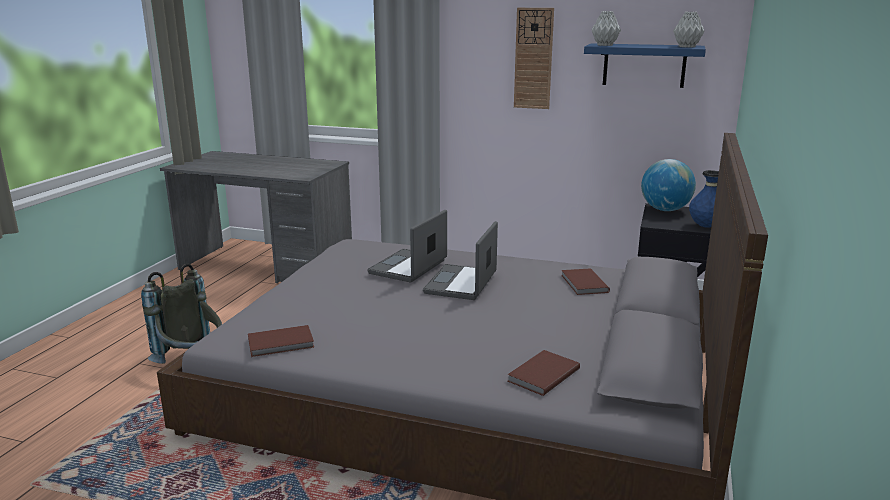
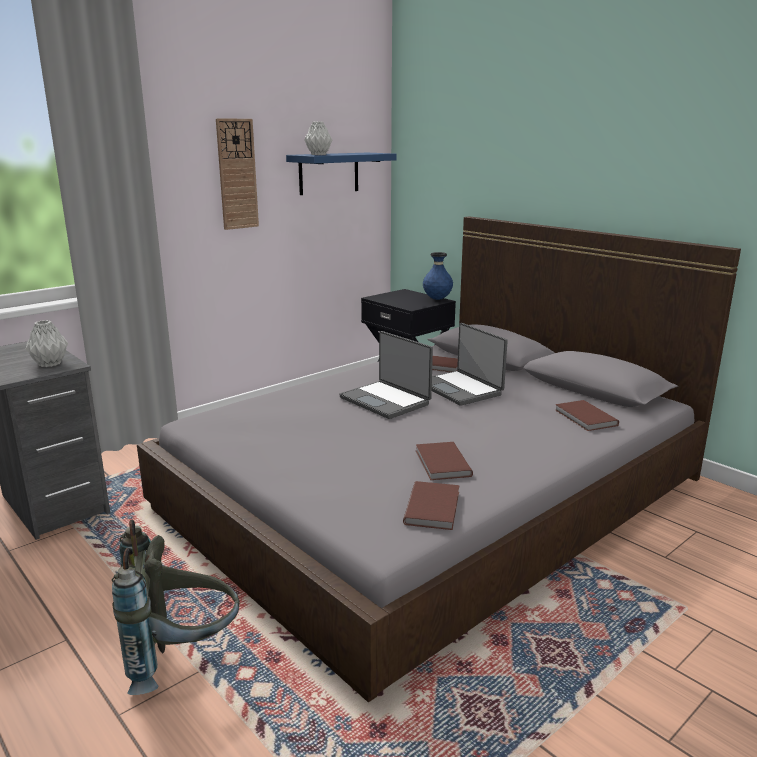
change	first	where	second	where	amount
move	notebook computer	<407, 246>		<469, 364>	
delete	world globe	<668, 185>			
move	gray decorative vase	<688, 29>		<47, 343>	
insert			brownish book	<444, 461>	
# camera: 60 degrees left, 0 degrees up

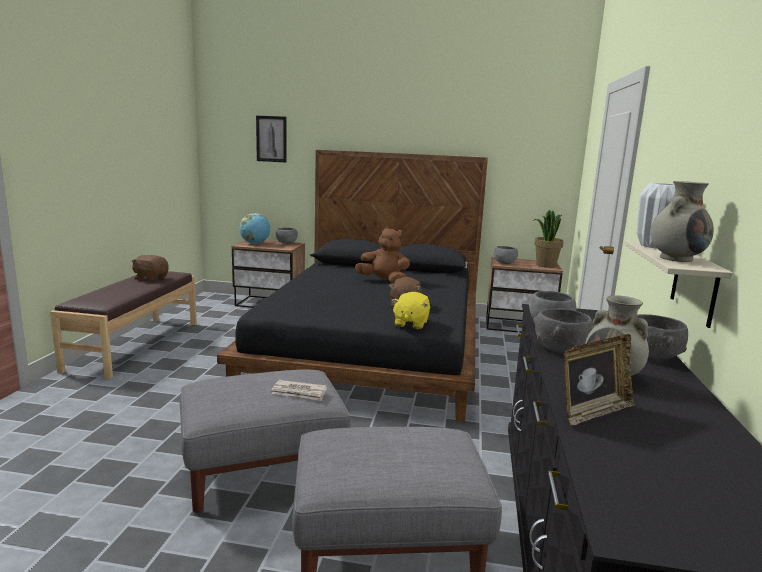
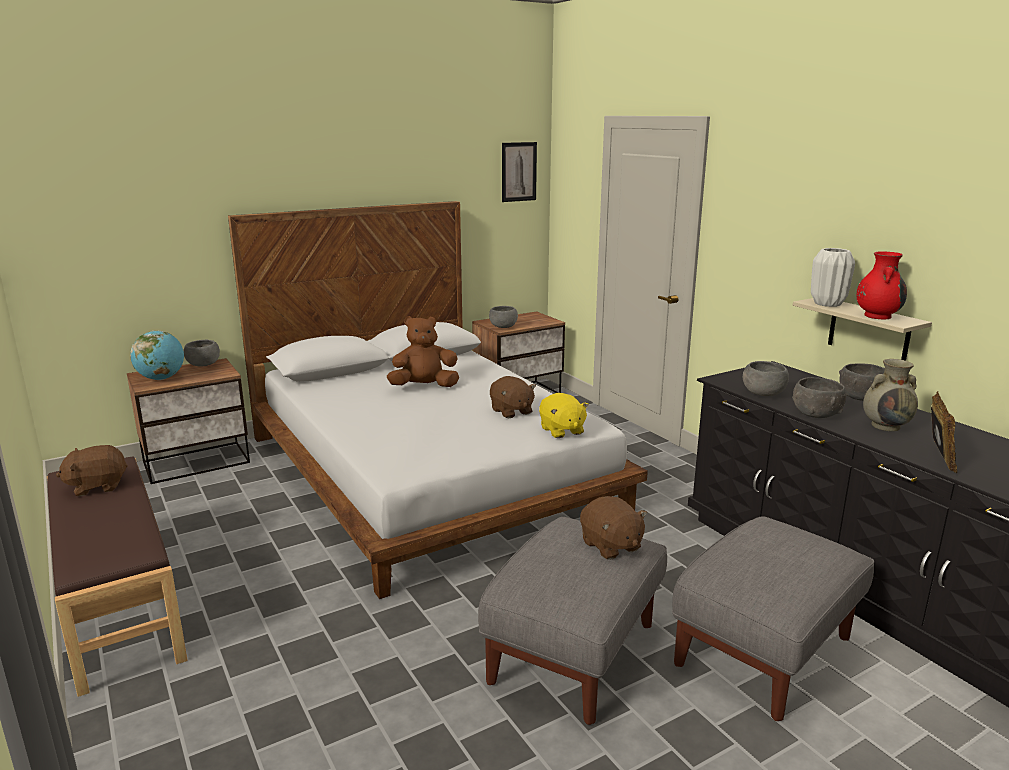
change	first	where	second	where	amount
recolor	blackish sleeping bed	<352, 286>	white sleeping bed	<438, 400>	
move	wall art	<271, 139>		<519, 172>	
replace	printed paper	<299, 390>	brownish plush toy	<613, 528>	
delete	houseplant	<549, 239>			
recolor	sand-coloured decorative vase	<682, 221>	red-coloured decorative vase	<881, 285>	
# camera: 40 degrees left, 5 degrees up

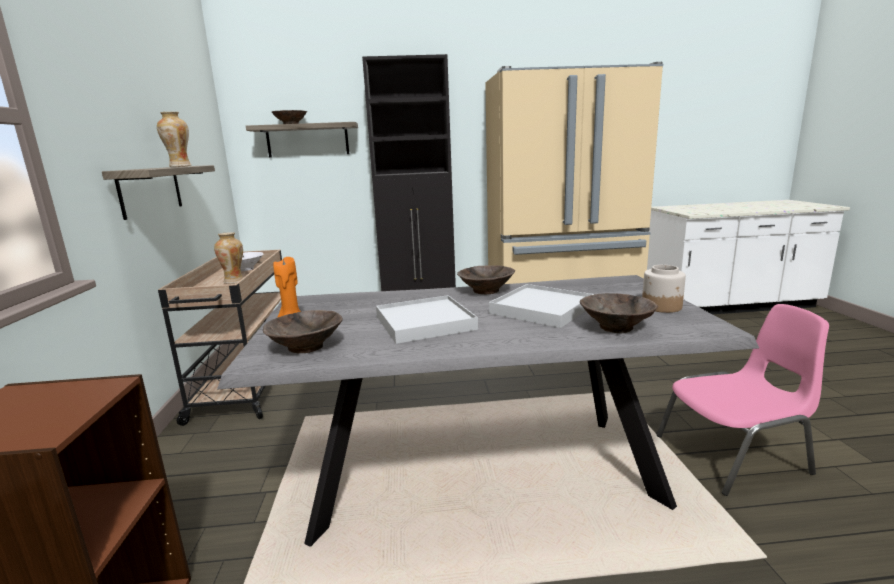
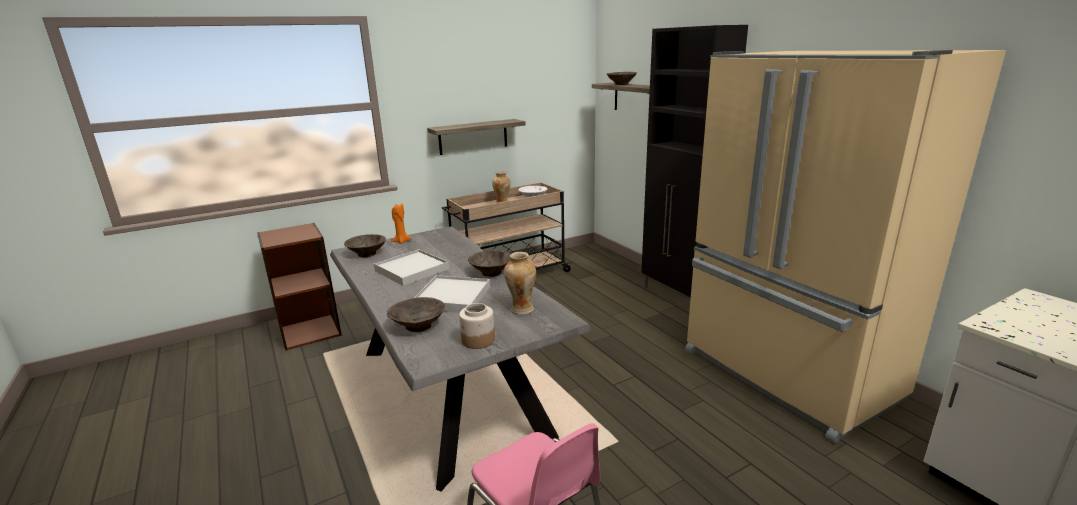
change	first	where	second	where	amount
move	decorative vase	<174, 139>		<520, 283>	
# camera: 65 degrees right, 5 degrees up

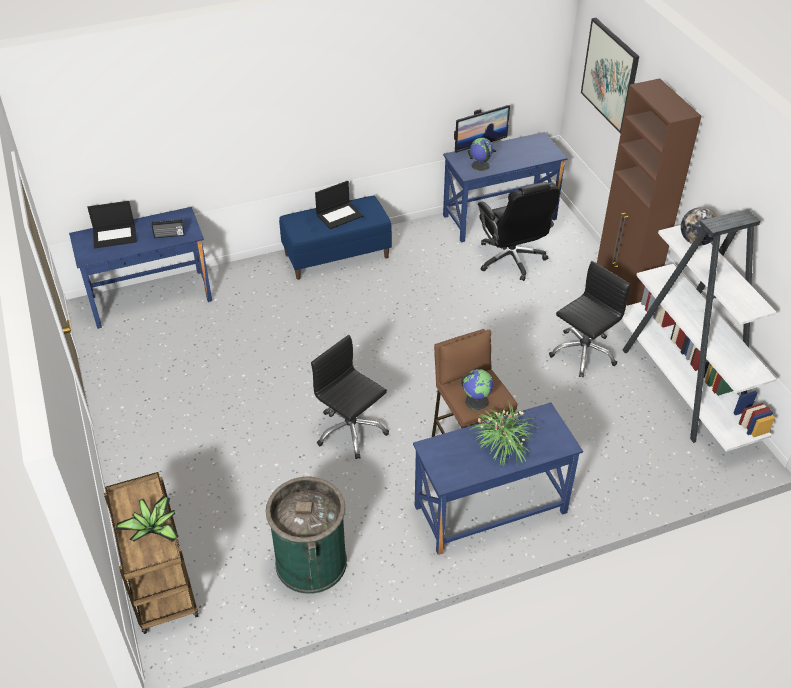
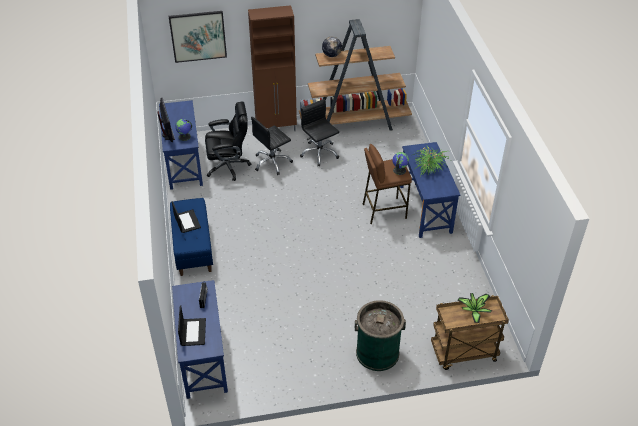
change	first	where	second	where	amount
move	greenish waste bin	<306, 535>		<380, 335>	
move	blackish office chair	<350, 397>		<272, 146>	
recolor	white bookcase	<698, 330>	brownish bookcase	<355, 74>	
# camera: 80 degrees left, 0 degrees up

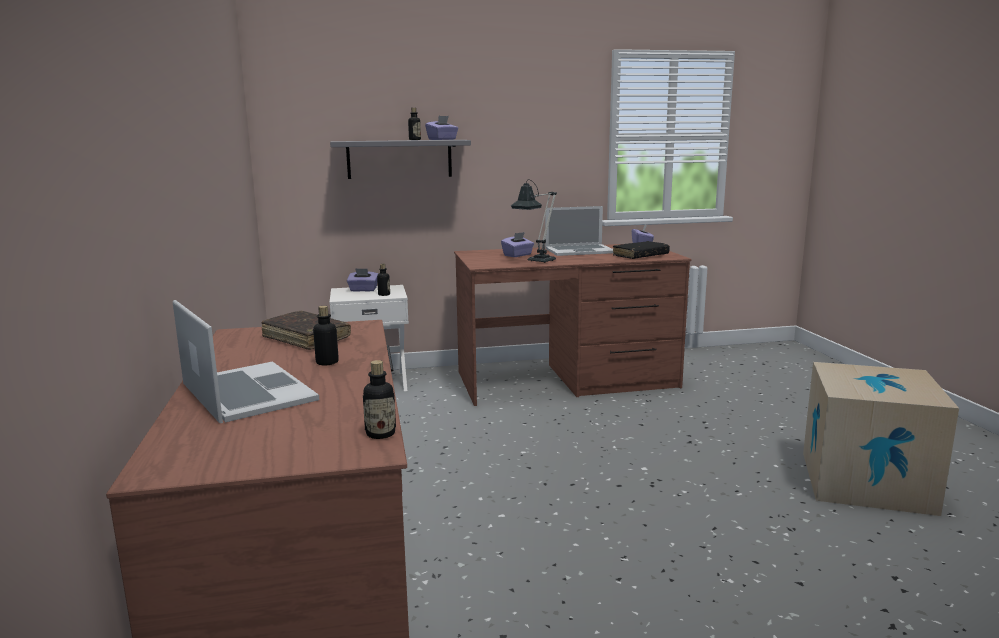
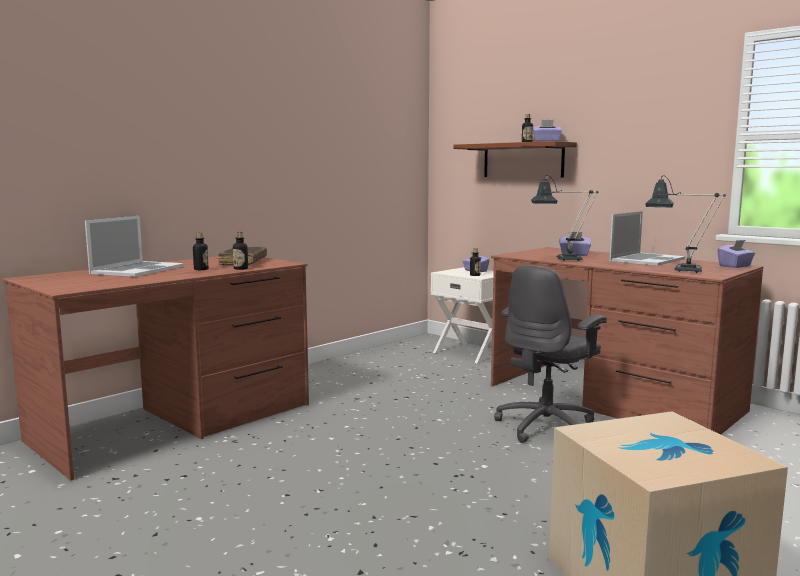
change	first	where	second	where	amount
recolor	gray wall shelf	<400, 159>	brownish wall shelf	<515, 159>	
move	beverage bottle	<379, 399>		<240, 251>	
rotate	notebook computer	<579, 231>		<647, 238>	90 degrees counterclockwise
replace	blackish book	<641, 250>	tabletop lamp	<685, 224>	
insert			gray office chair	<550, 354>	
# camera: 55 degrees right, 5 degrees down

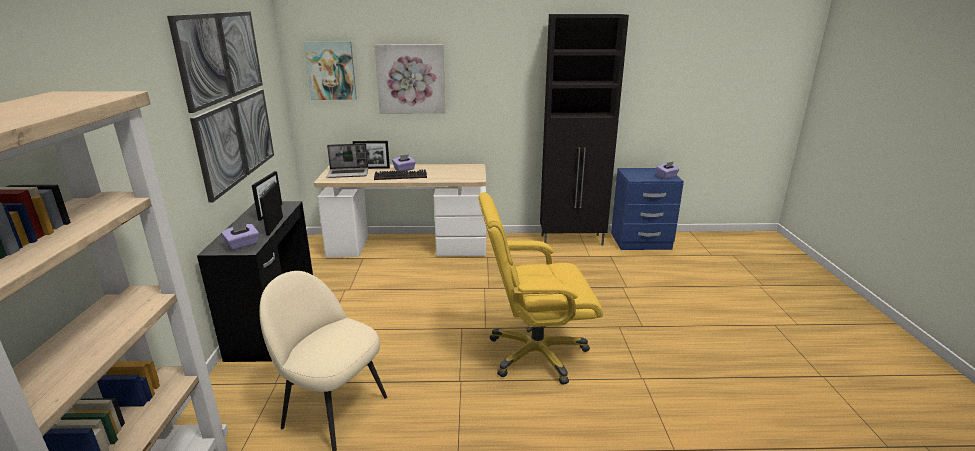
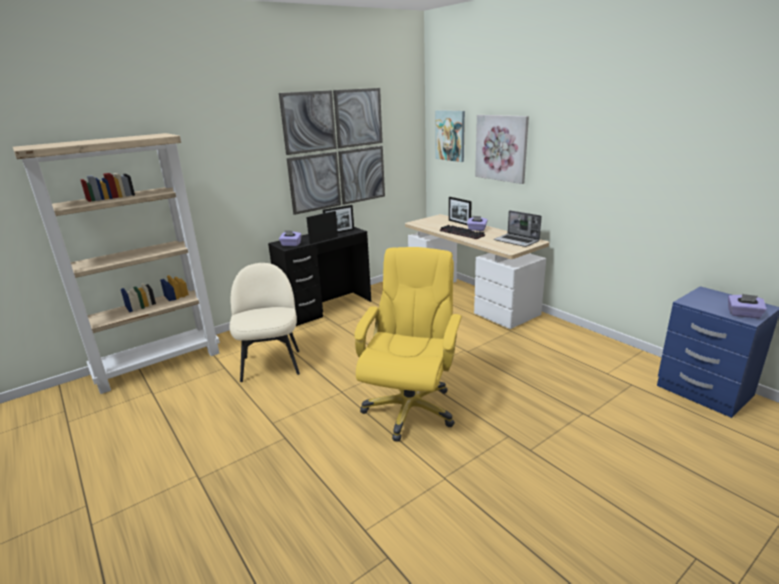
change	first	where	second	where	amount
move	notebook computer	<347, 160>		<518, 228>	
rotate	yellow office chair	<541, 288>		<408, 344>	60 degrees clockwise
delete	blackish storage cabinet	<584, 129>			
# camera: 55 degrees right, 0 degrees up

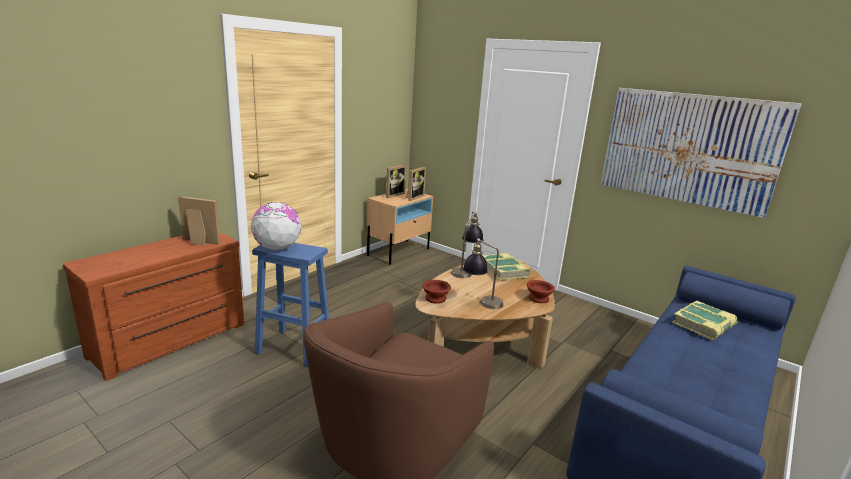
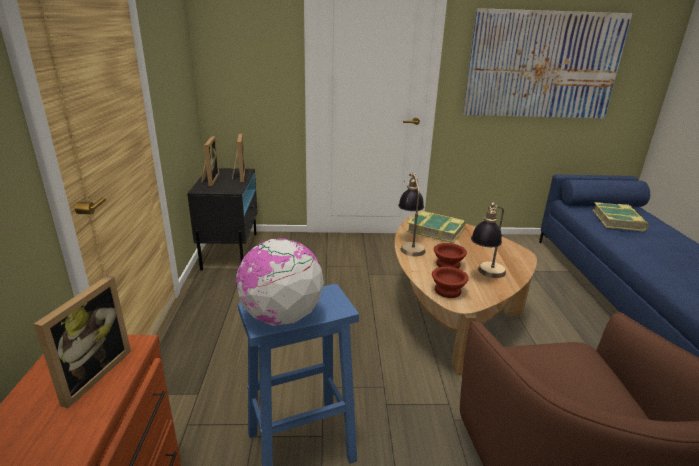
change	first	where	second	where	amount
rotate	picture frame	<199, 221>		<82, 342>	135 degrees clockwise
recolor	sand-coloured bedside table	<400, 227>	blackish bedside table	<222, 219>	
move	brownish serving bowl	<541, 291>		<450, 256>	
# camera: 40 degrees left, 5 degrees up

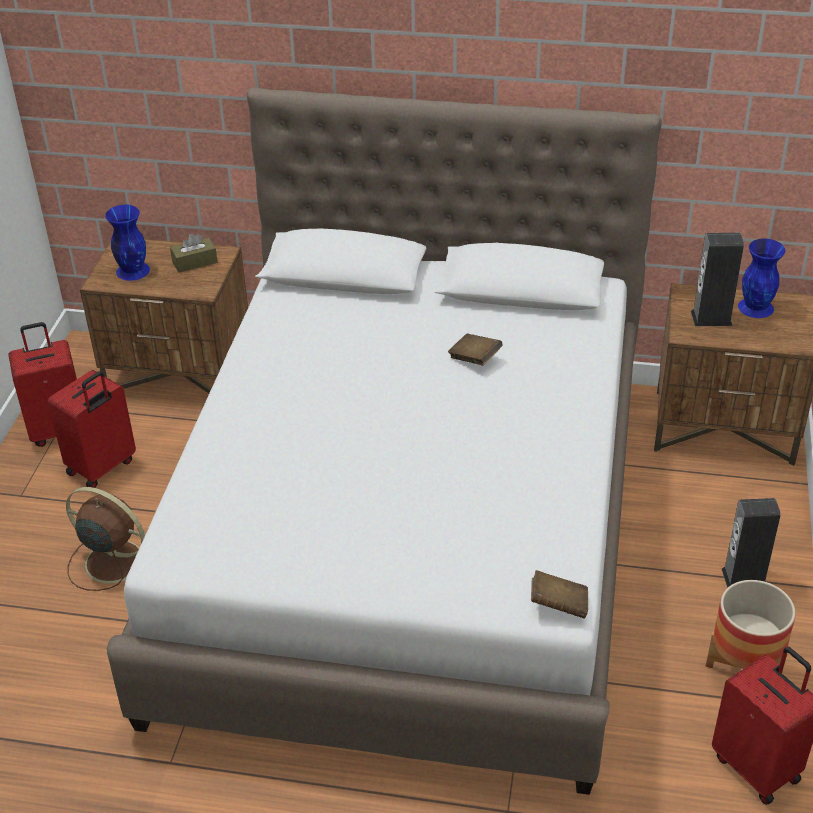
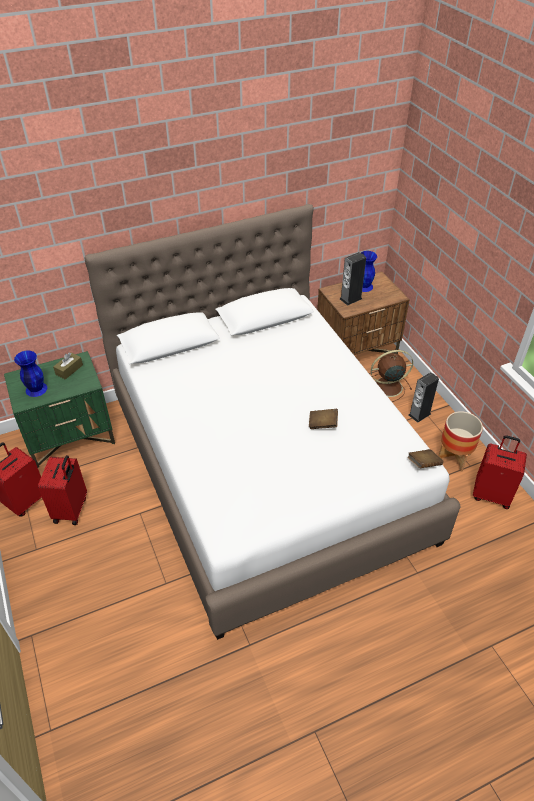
change	first	where	second	where	amount
move	brownish electric fan	<105, 539>		<392, 376>	
recolor	brownish bedside table	<164, 316>	greenish bedside table	<59, 409>	
move	brownish book	<475, 349>		<323, 419>	
# camera: 35 degrees left, 5 degrees up

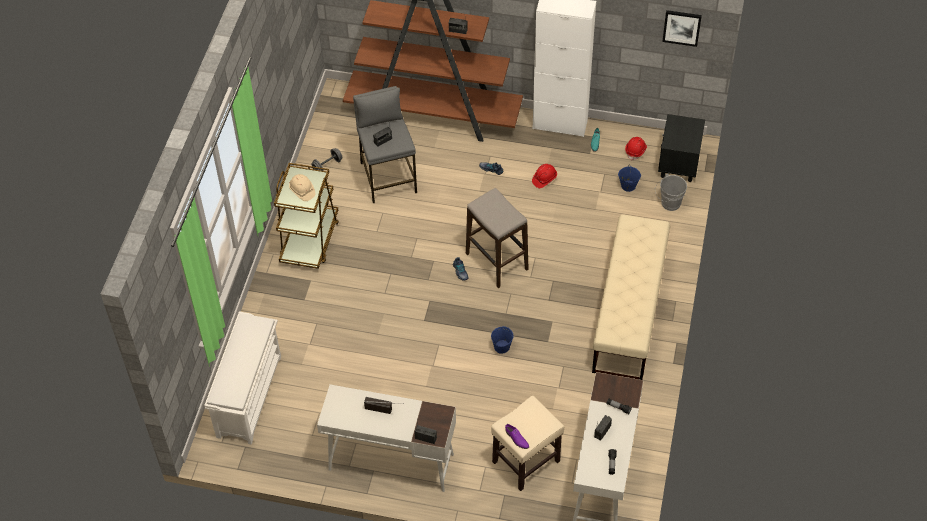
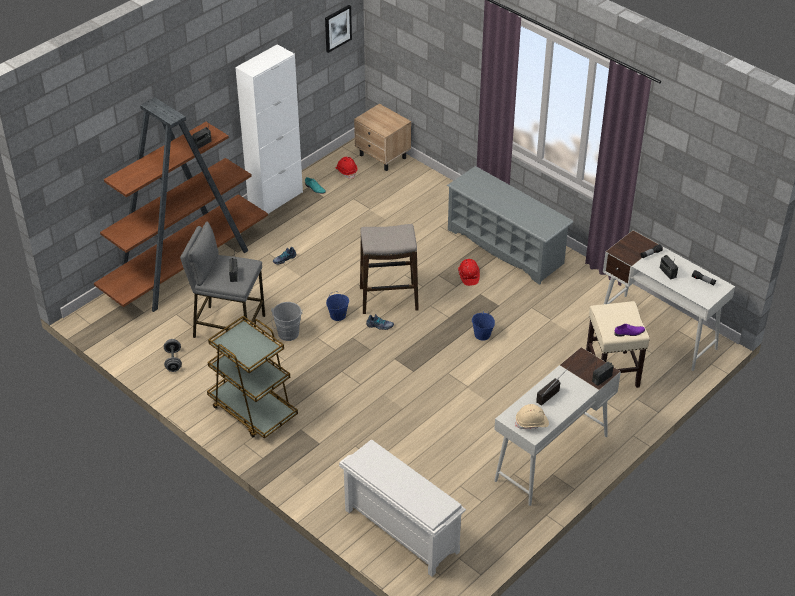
change	first	where	second	where	amount
move	sand-coloured hard hat	<302, 187>		<532, 416>	
move	red-coloured hard hat	<544, 176>		<469, 272>	
replace	sand-coloured bench	<631, 297>	gray shoe shelf	<510, 225>	
move	bluish water bucket	<629, 178>		<337, 306>	
move	gray water bucket	<671, 192>		<287, 321>	
recolor	blackish bedside table	<681, 148>	sand-coloured bedside table	<382, 137>	
# camera: 60 degrees left, 10 degrees down

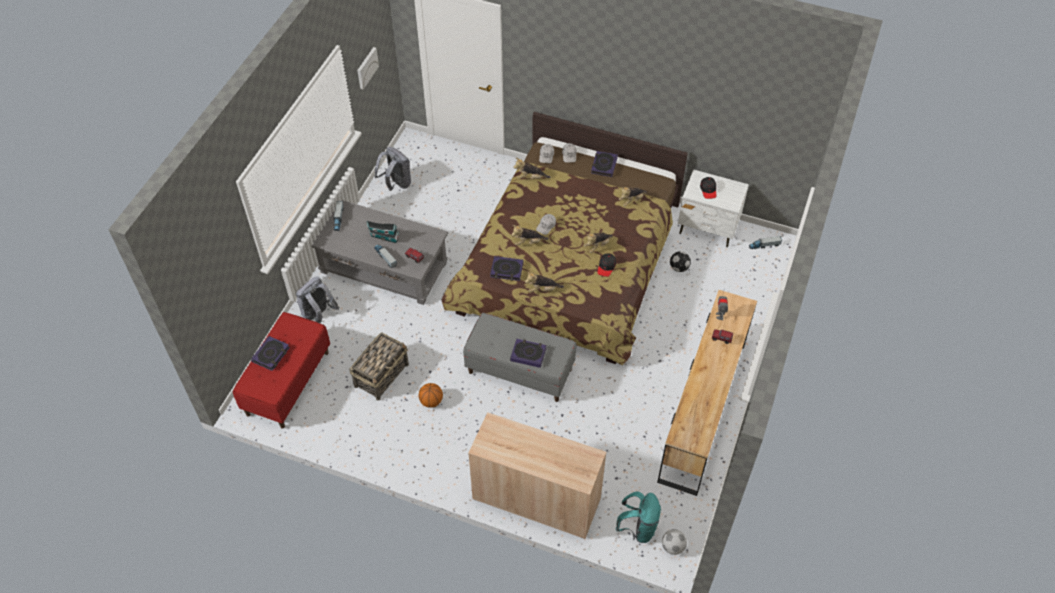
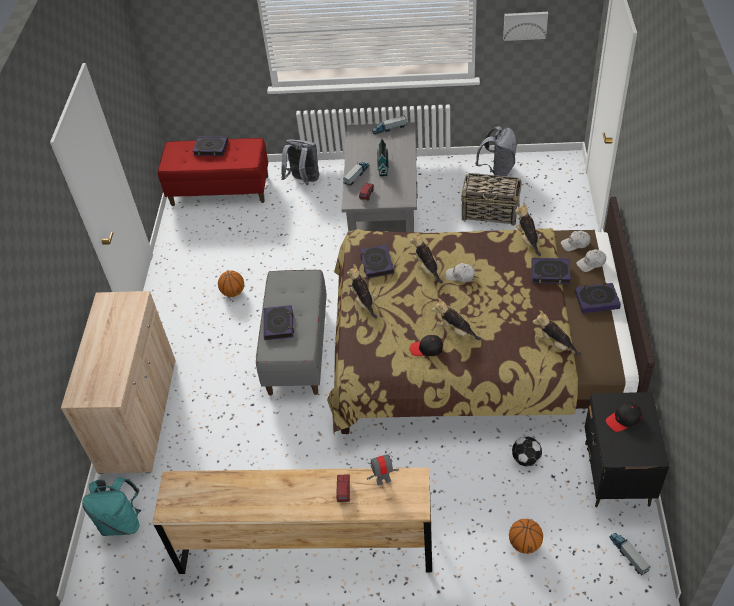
change	first	where	second	where	amount
move	household basket	<379, 366>		<491, 199>	
delete	football	<674, 542>			
recolor	white bedside table	<713, 208>	blackish bedside table	<627, 450>	
insert			ball for basketball	<526, 536>	
insert			book	<551, 271>	
# camera: 75 degrees right, 5 degrees down

